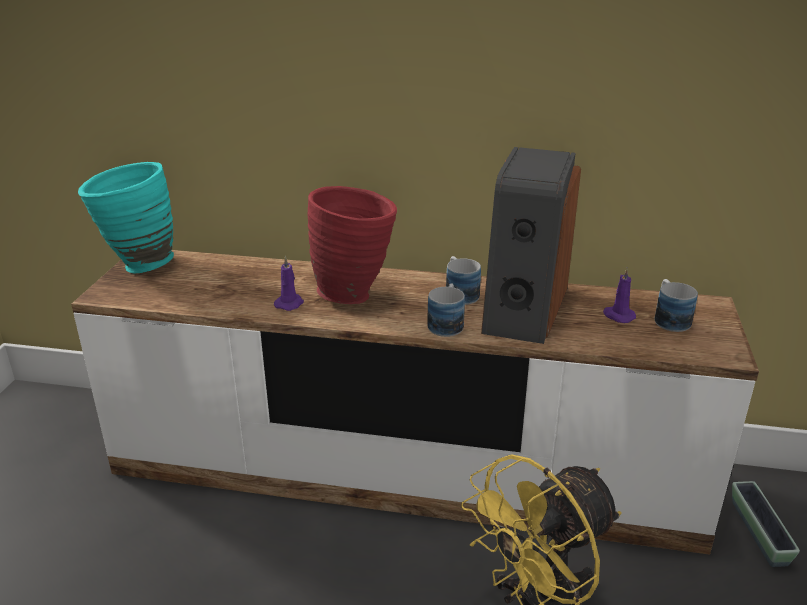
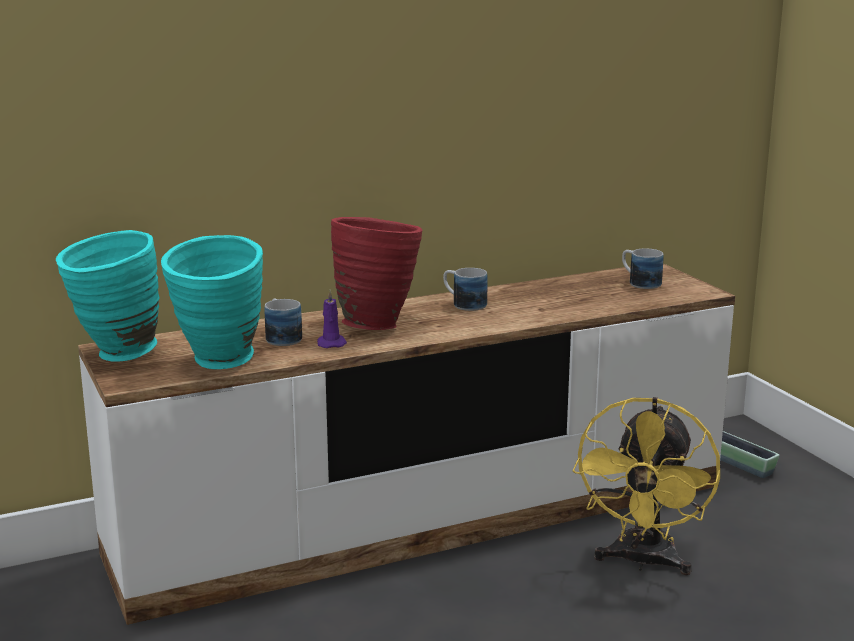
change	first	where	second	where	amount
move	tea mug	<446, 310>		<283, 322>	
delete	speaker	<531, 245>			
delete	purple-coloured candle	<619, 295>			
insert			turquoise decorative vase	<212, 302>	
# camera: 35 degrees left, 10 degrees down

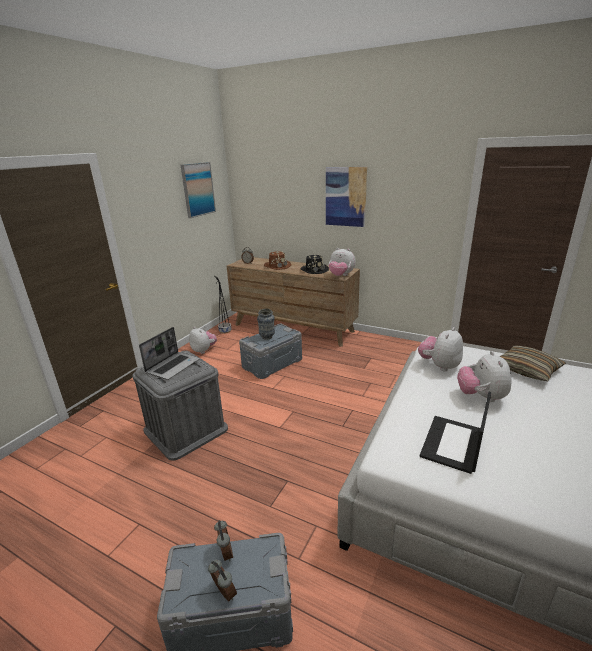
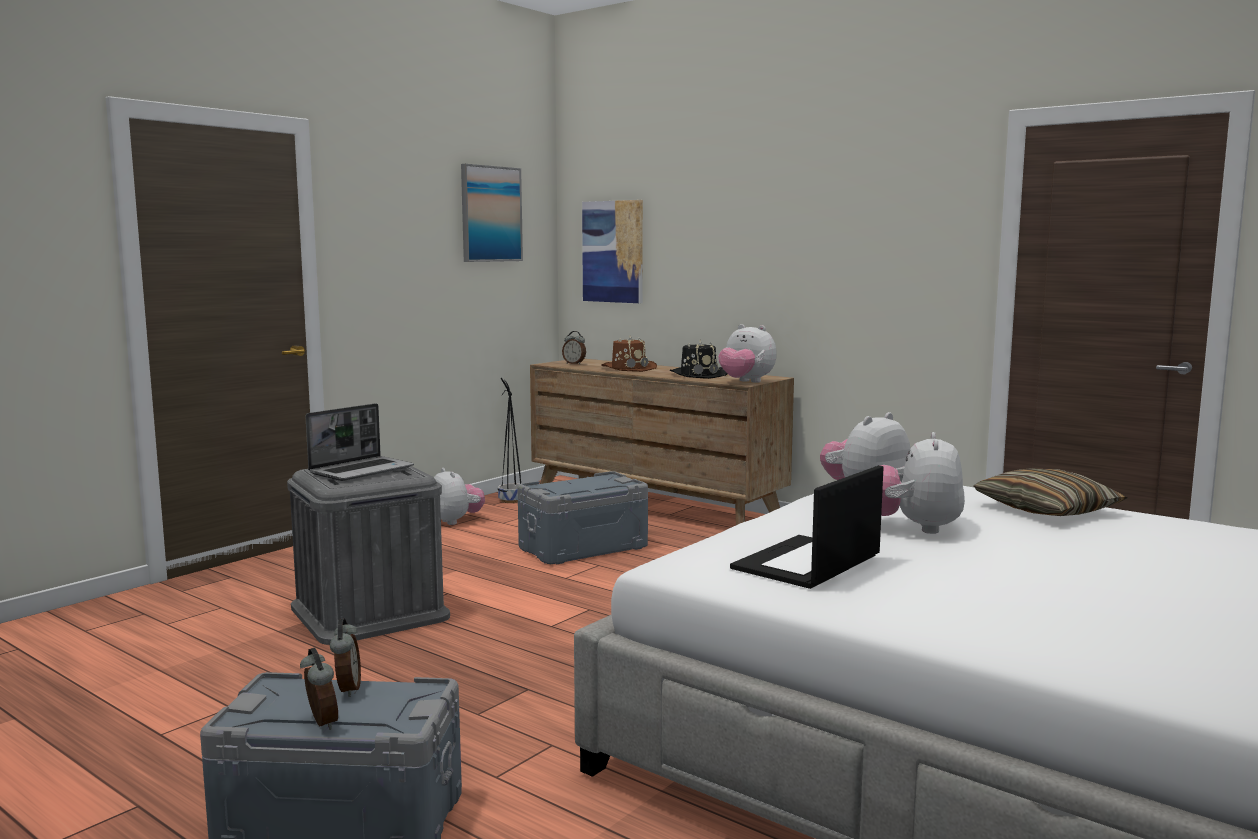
change	first	where	second	where	amount
delete	decorative vase	<266, 324>			
move	wall art	<346, 197>		<612, 251>	
# camera: 10 degrees right, 15 degrees down

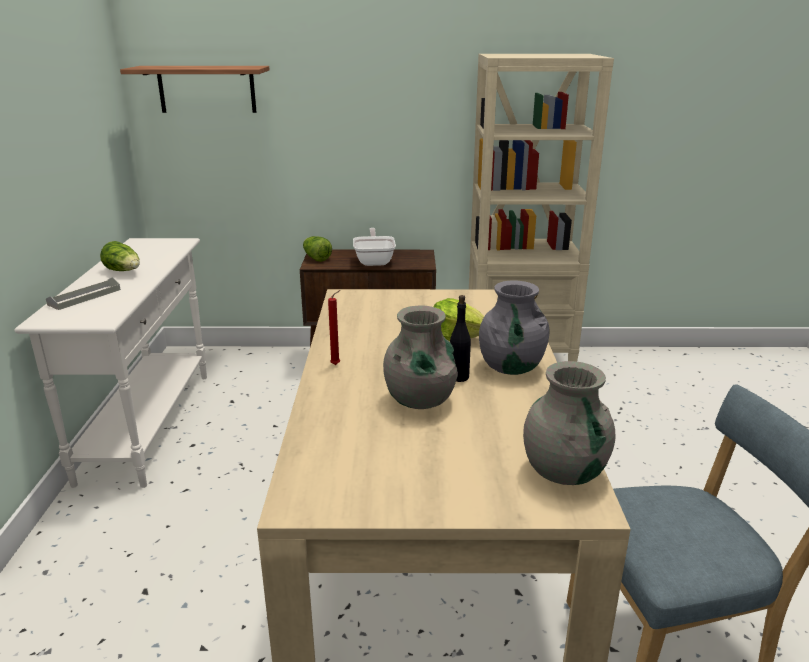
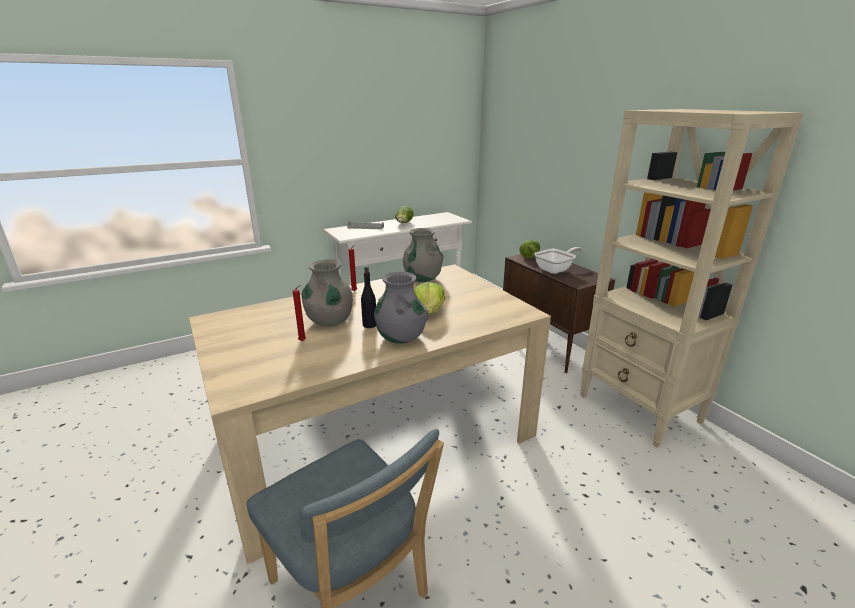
change	first	where	second	where	amount
delete	wall shelf	<195, 89>			
move	gray decorative vase	<569, 423>		<423, 255>	
insert			red-coloured candle	<299, 313>	
# camera: 60 degrees right, 0 degrees up

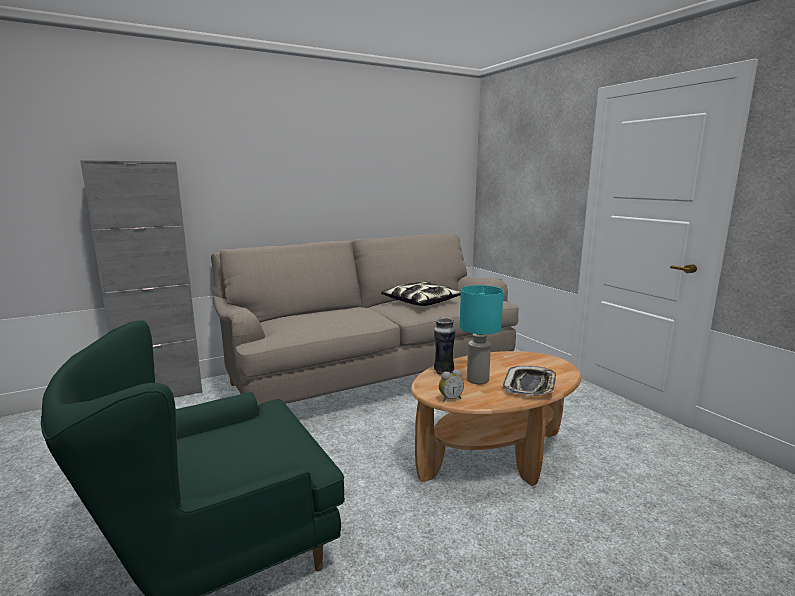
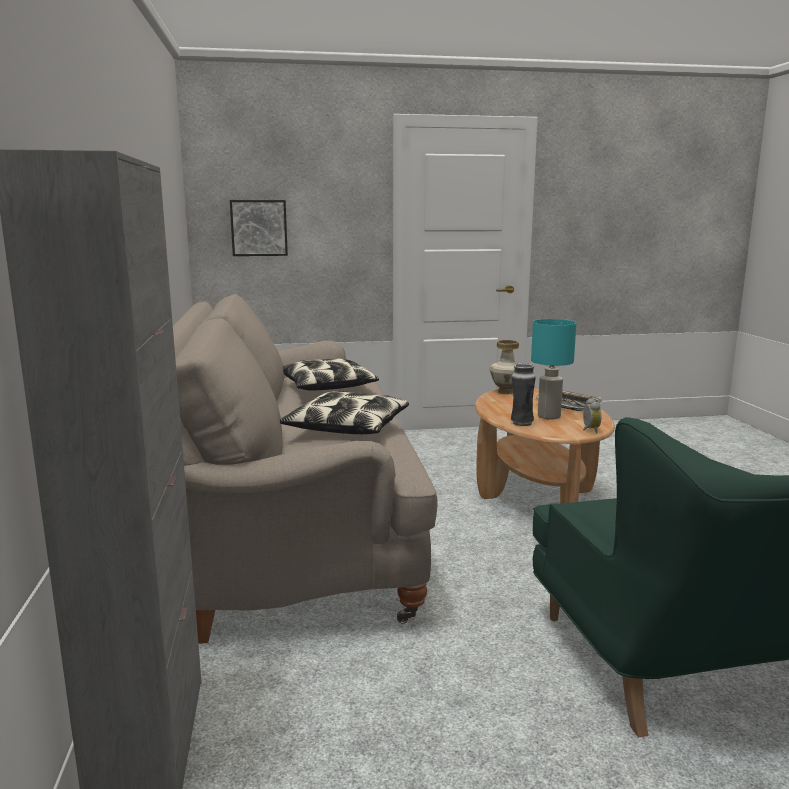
change	first	where	second	where	amount
insert			wall art	<259, 228>	
insert			cushion	<344, 412>	
insert			decorative vase	<504, 367>	
# camera: 70 degrees left, 0 degrees up

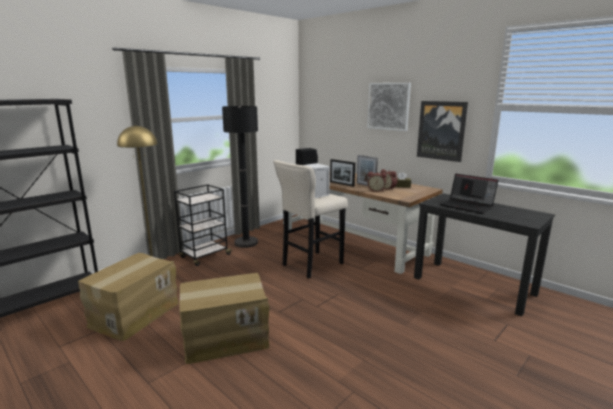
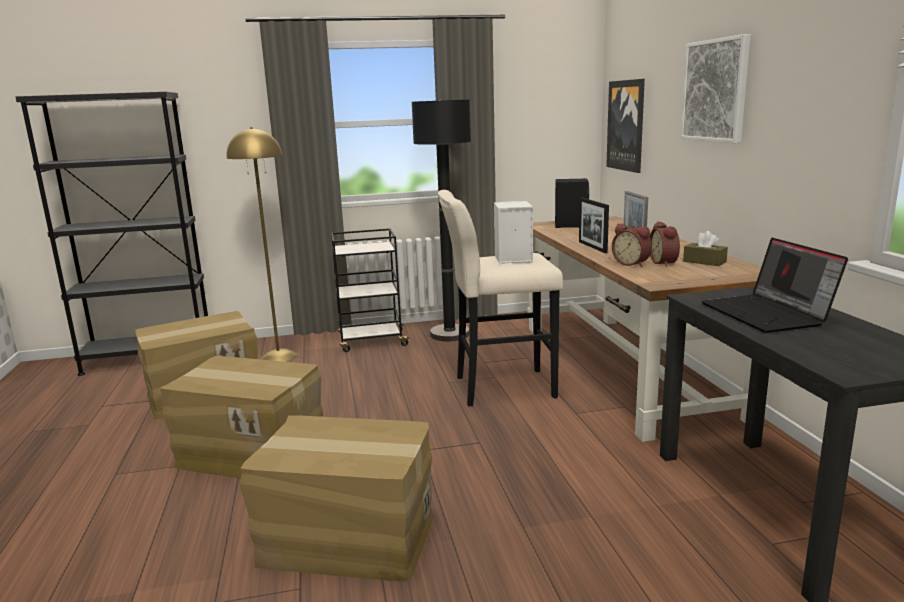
change	first	where	second	where	amount
move	wall art	<442, 131>		<625, 126>	
insert			cardboard box	<336, 498>	
# camera: 35 degrees right, 0 degrees up

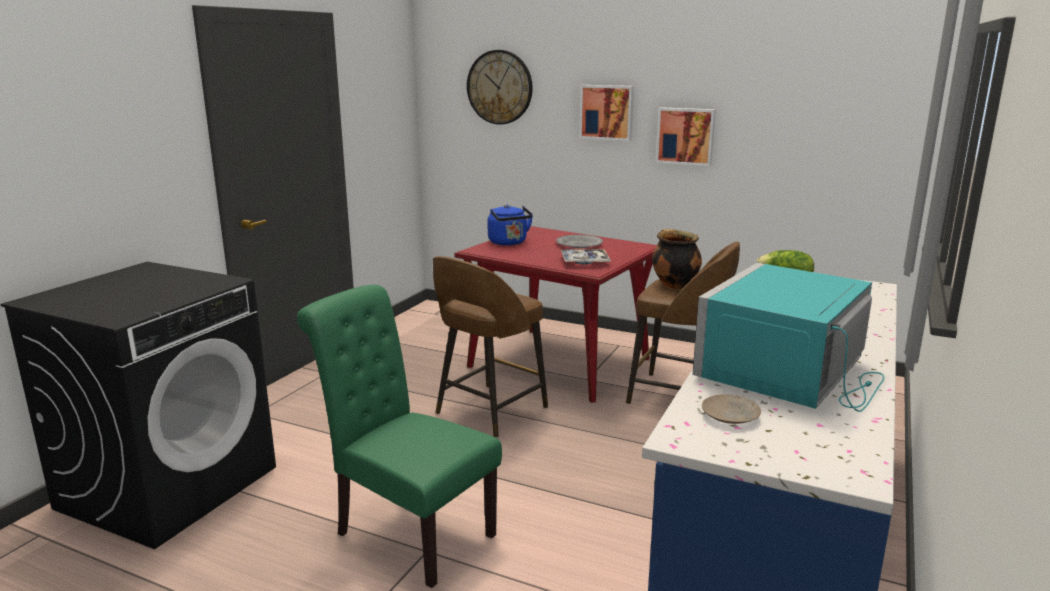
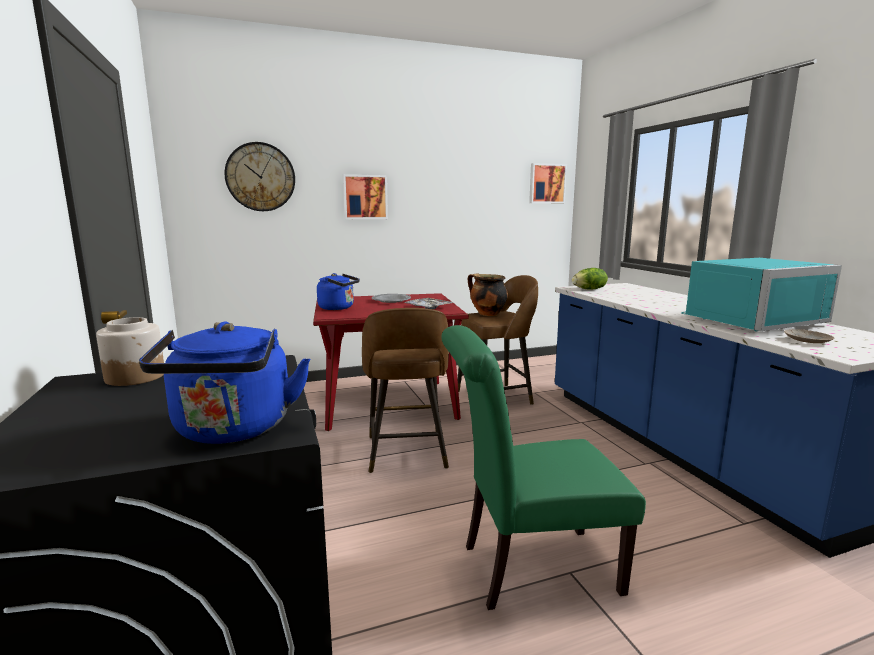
change	first	where	second	where	amount
move	wall art	<686, 136>		<548, 183>	
rotate	turquoise microwave	<788, 337>		<761, 295>	105 degrees counterclockwise
insert			jar	<130, 351>	
insert			bluish kettle	<224, 382>	
# camera: 45 degrees left, 5 degrees down

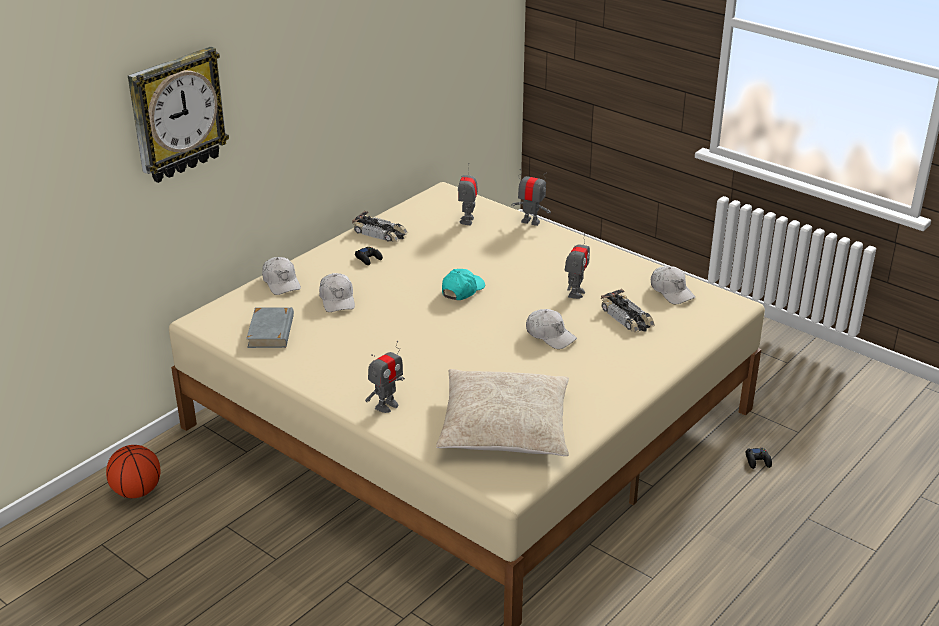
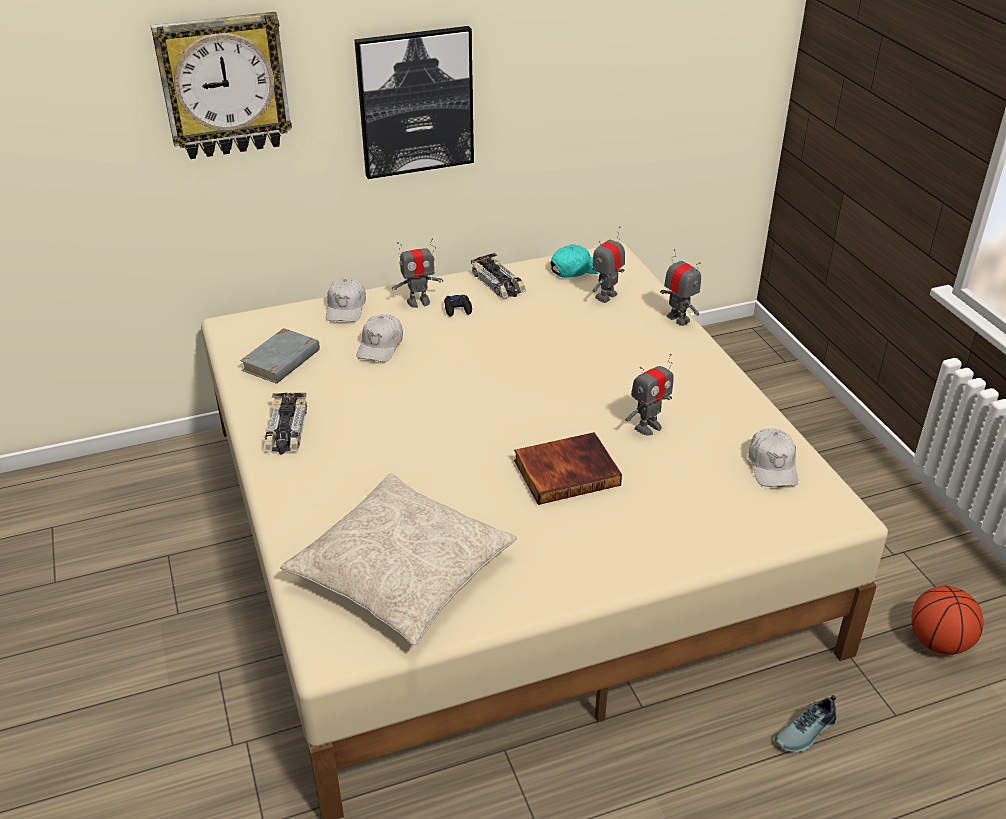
change	first	where	second	where	amount
move	ball for basketball	<133, 471>		<947, 620>	
move	robot figure	<385, 377>		<417, 273>	
move	turquoise baseball cap	<463, 284>		<575, 261>	
replace	white baseball cap	<551, 329>	book	<568, 468>	
move	toy car	<628, 311>		<285, 424>	
replace	blackish gamepad	<759, 458>	item of footwear	<805, 724>	
insert			wall art	<414, 102>	
# camera: 30 degrees right, 5 degrees up

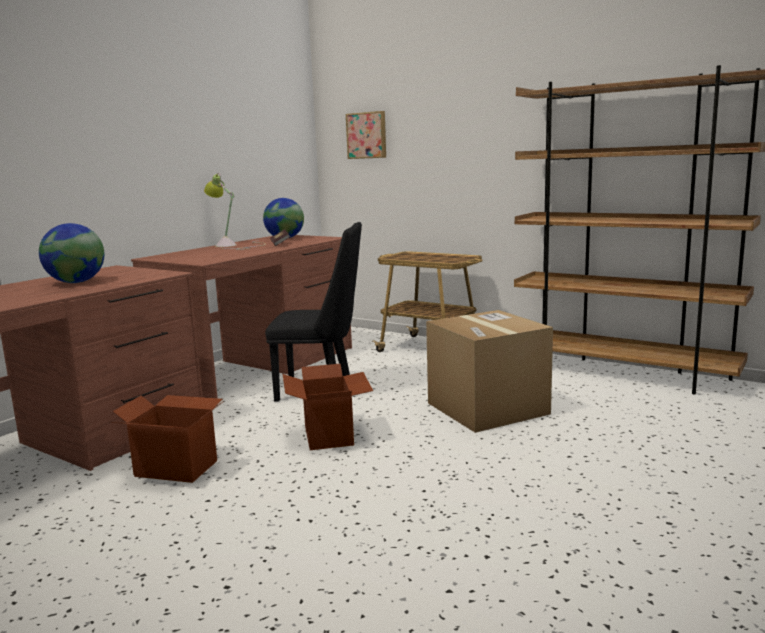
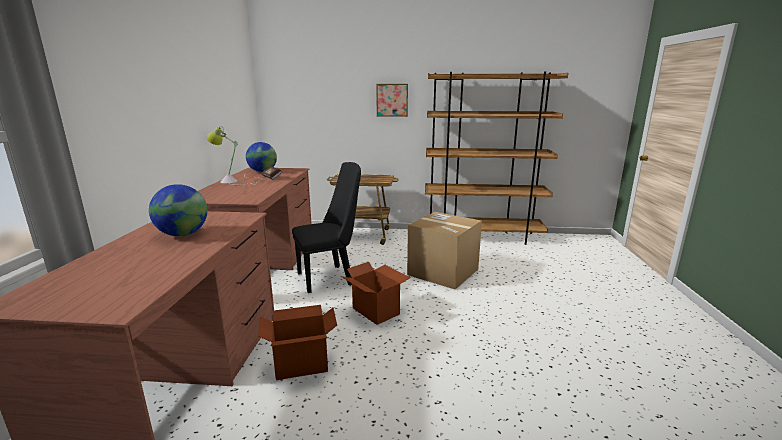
change	first	where	second	where	amount
move	wall art	<366, 135>		<392, 100>	
# camera: 30 degrees left, 5 degrees up

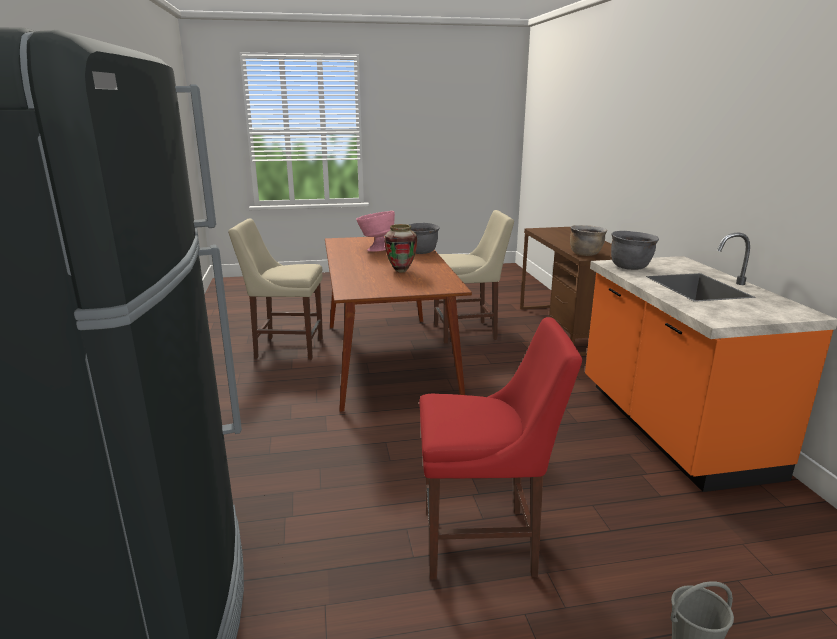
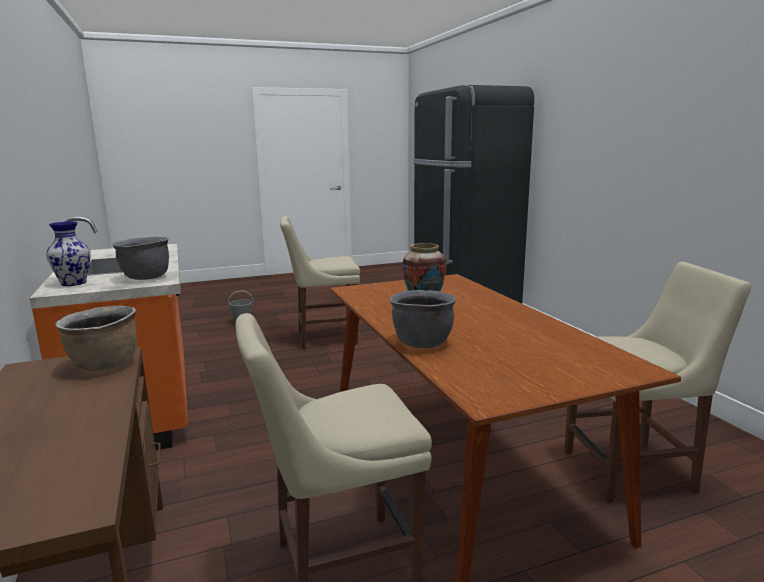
change	first	where	second	where	amount
delete	pinkish serving bowl	<375, 231>			
recolor	red-coloured chair	<500, 448>	sand-coloured chair	<320, 282>	
insert			decorative vase	<68, 253>	
# camera: 170 degrees right, 5 degrees down

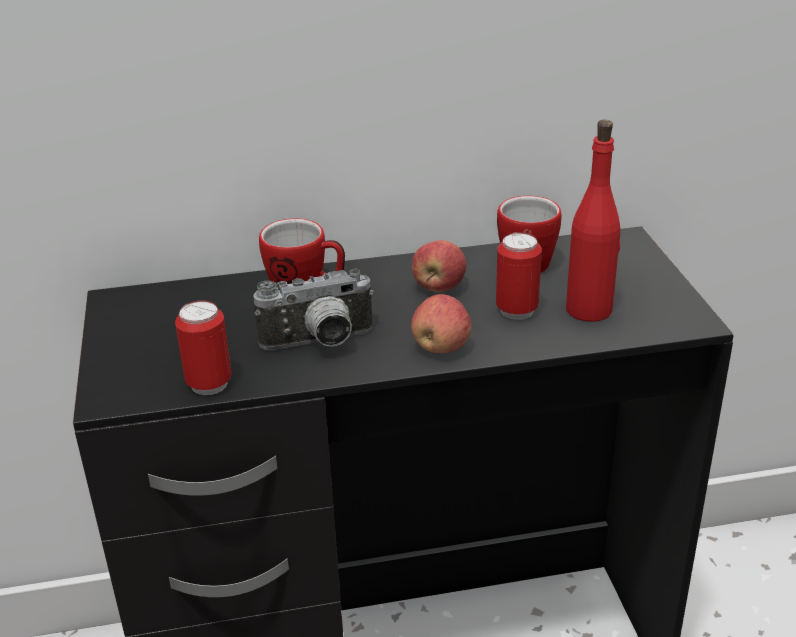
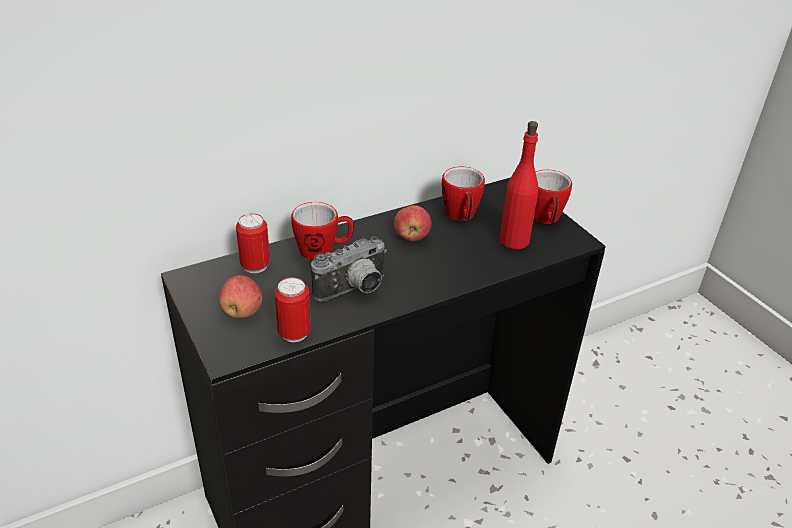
change	first	where	second	where	amount
move	apple fruit	<441, 323>		<241, 296>	
move	sealed can	<519, 276>		<253, 243>	
insert			tea mug	<553, 197>	
# camera: 20 degrees left, 5 degrees up

